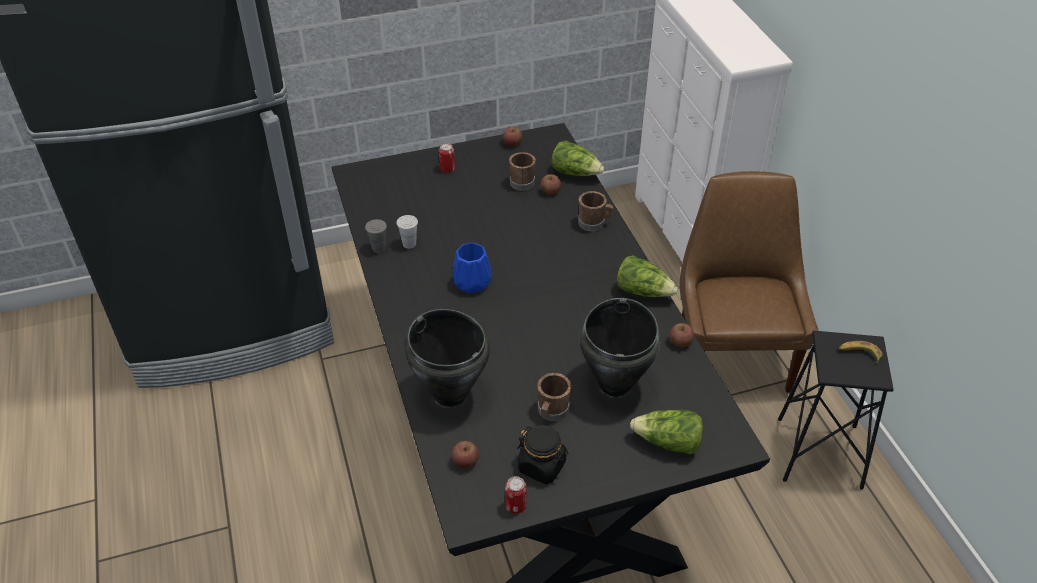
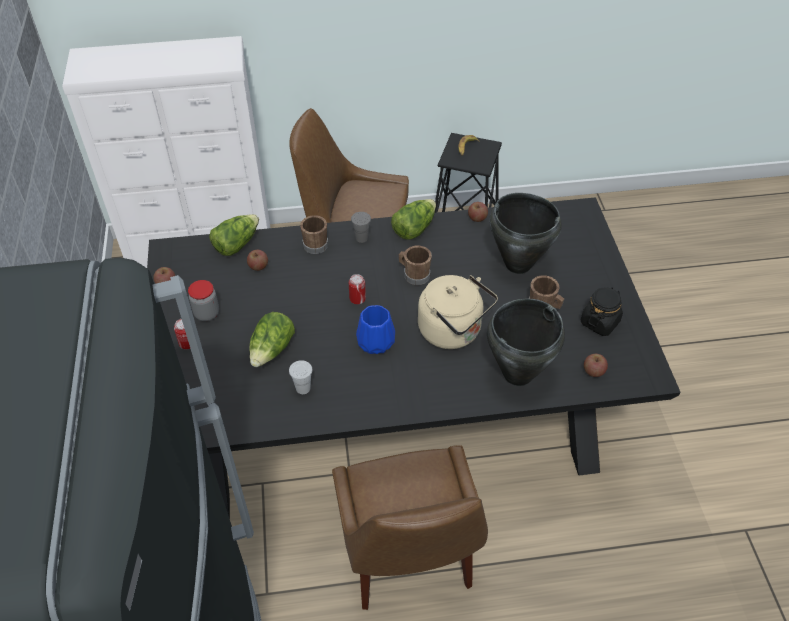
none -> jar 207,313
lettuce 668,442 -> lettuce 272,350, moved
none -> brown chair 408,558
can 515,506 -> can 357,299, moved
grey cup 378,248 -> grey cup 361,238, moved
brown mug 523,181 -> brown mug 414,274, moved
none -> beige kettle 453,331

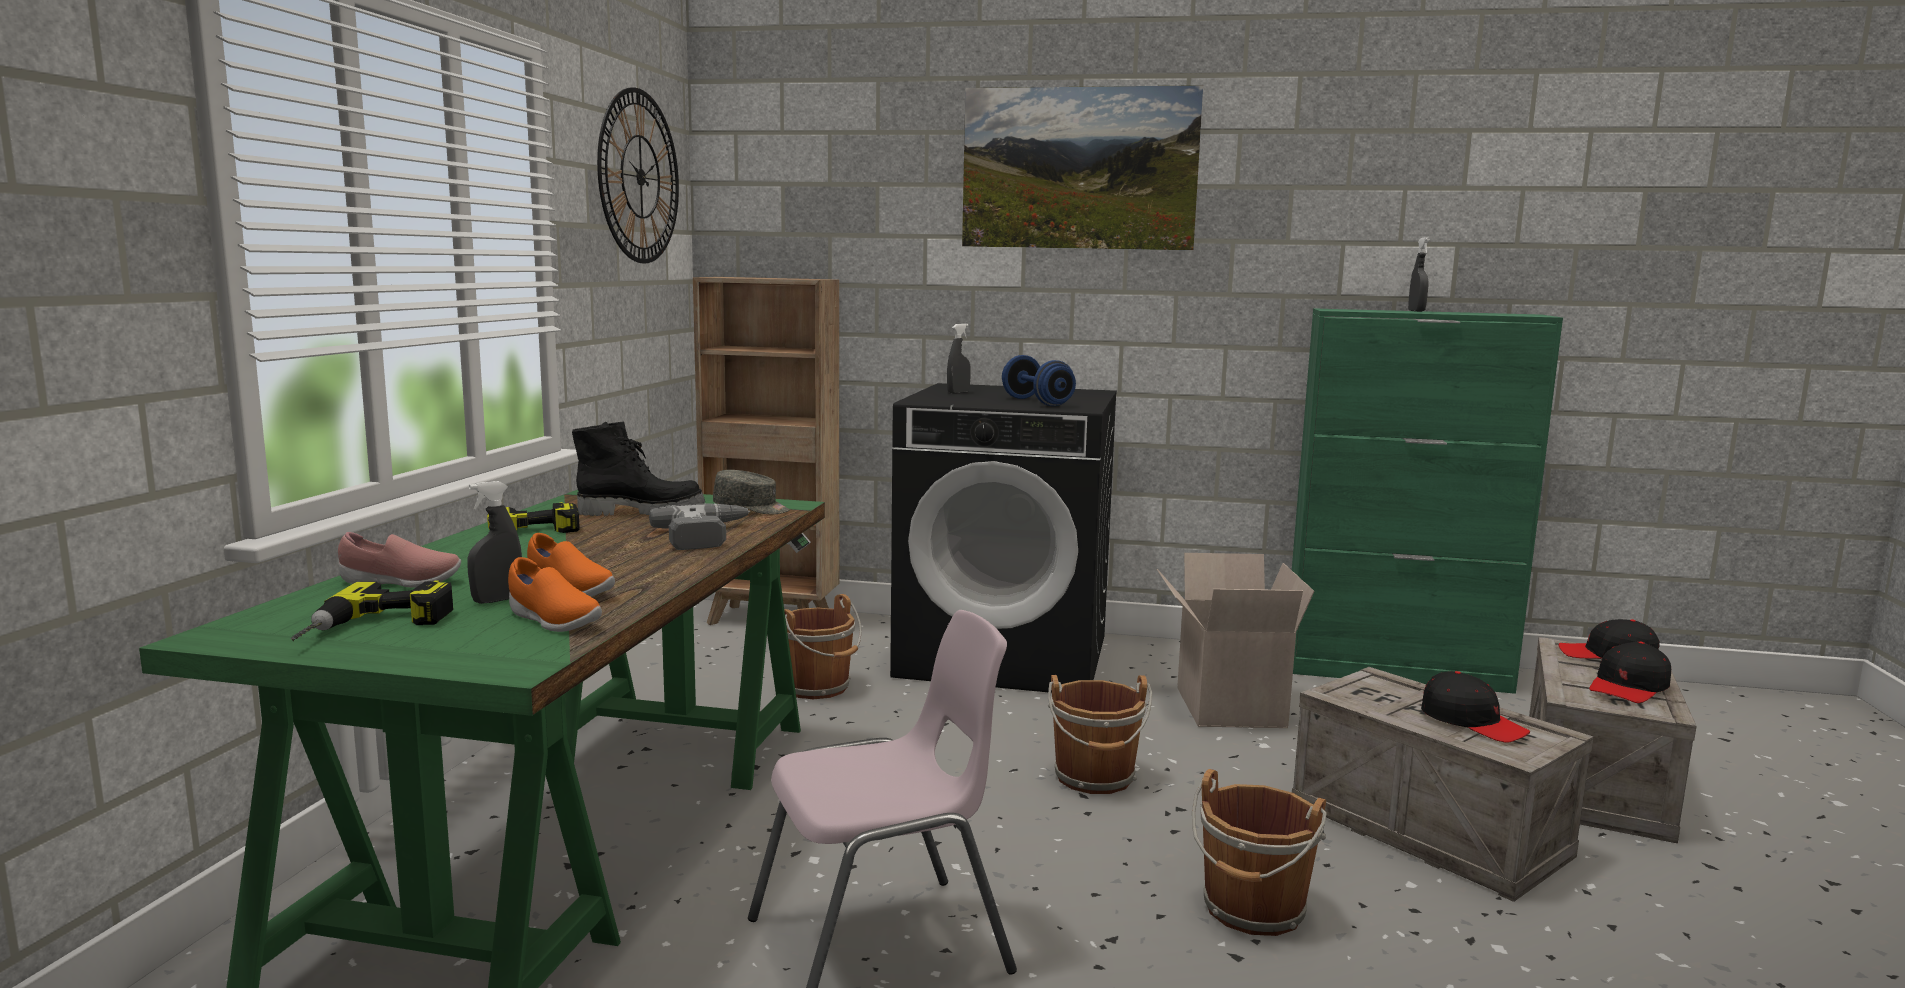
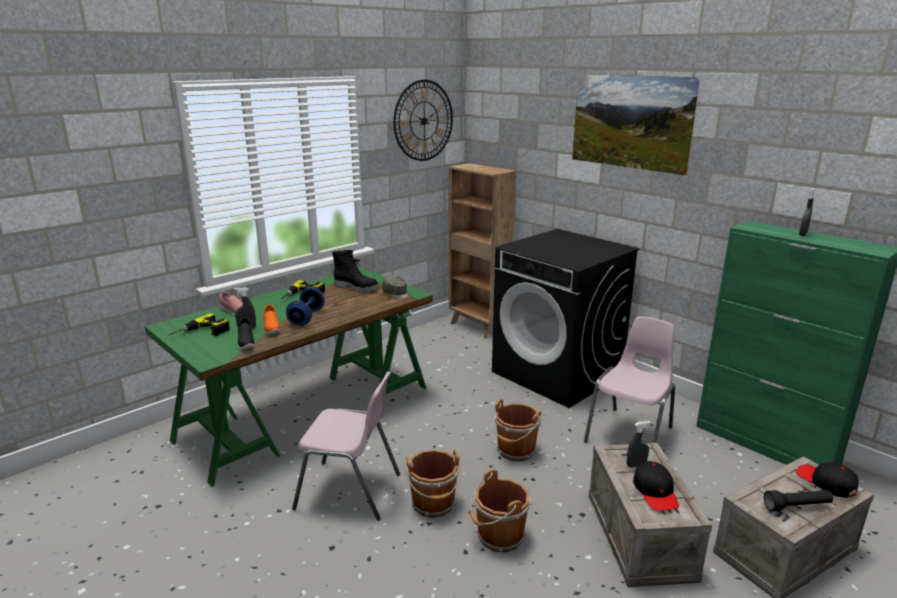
orange shoe 552,621 -> black shoe 246,343
blue dumbbell 1037,402 -> blue dumbbell 306,317, moved
brown bucket 818,688 -> brown bucket 434,505, moved
cardboard box 1225,706 -> pink chair 631,434
grey spray bottle 958,393 -> grey spray bottle 636,465, moved
black cap 1629,687 -> black flashlight 797,506
power drill 708,536 -> none

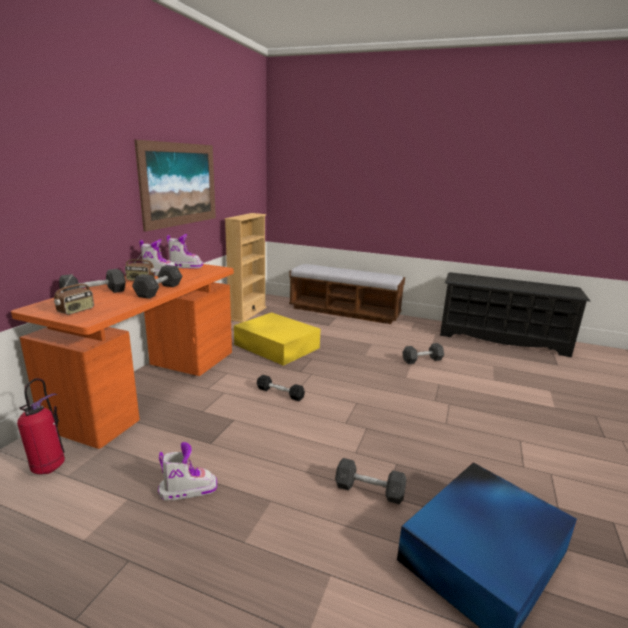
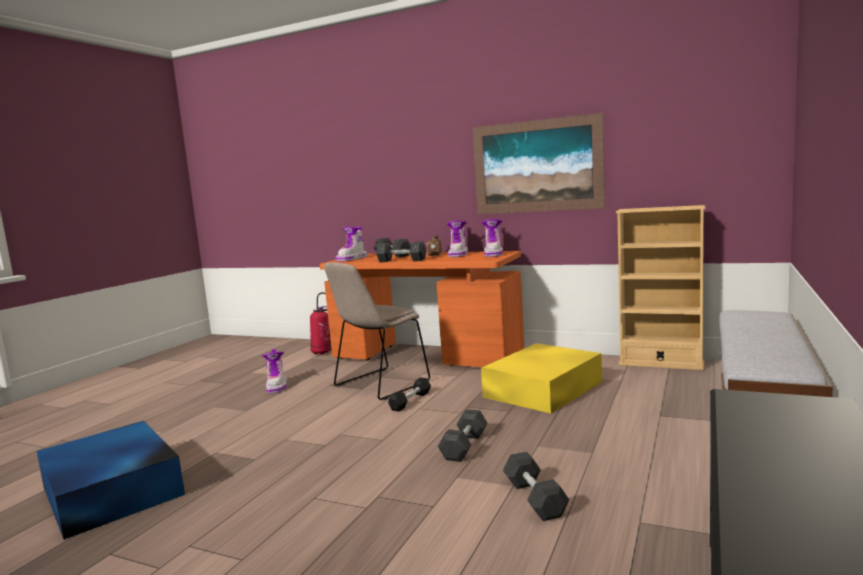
none -> beige chair 379,385
radio 76,311 -> boot 352,259
grey dumbbell 369,490 -> grey dumbbell 464,446, moved

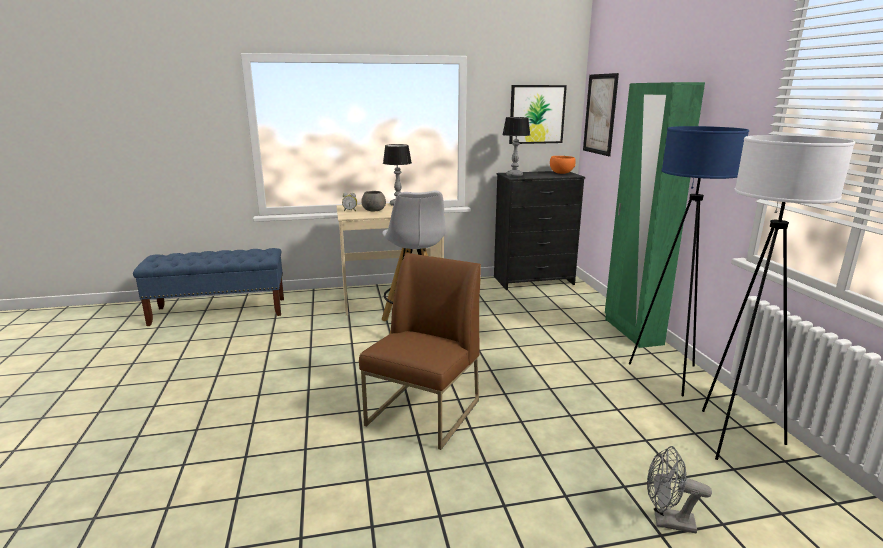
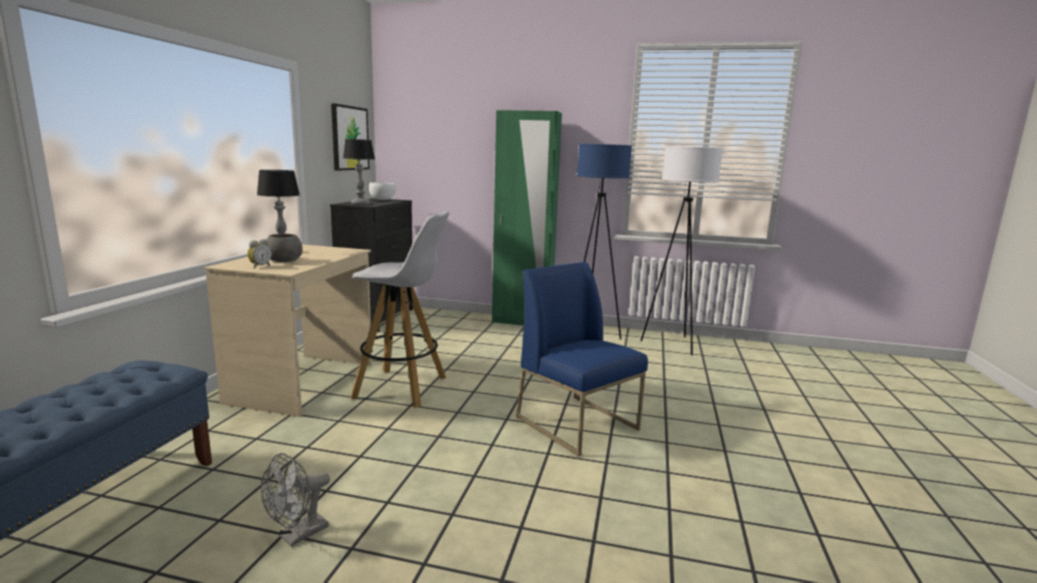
grey fan 667,521 -> grey fan 297,536, moved
orange bowl 561,173 -> white bowl 382,199
brown chair 424,413 -> blue chair 578,423
picture 600,114 -> none

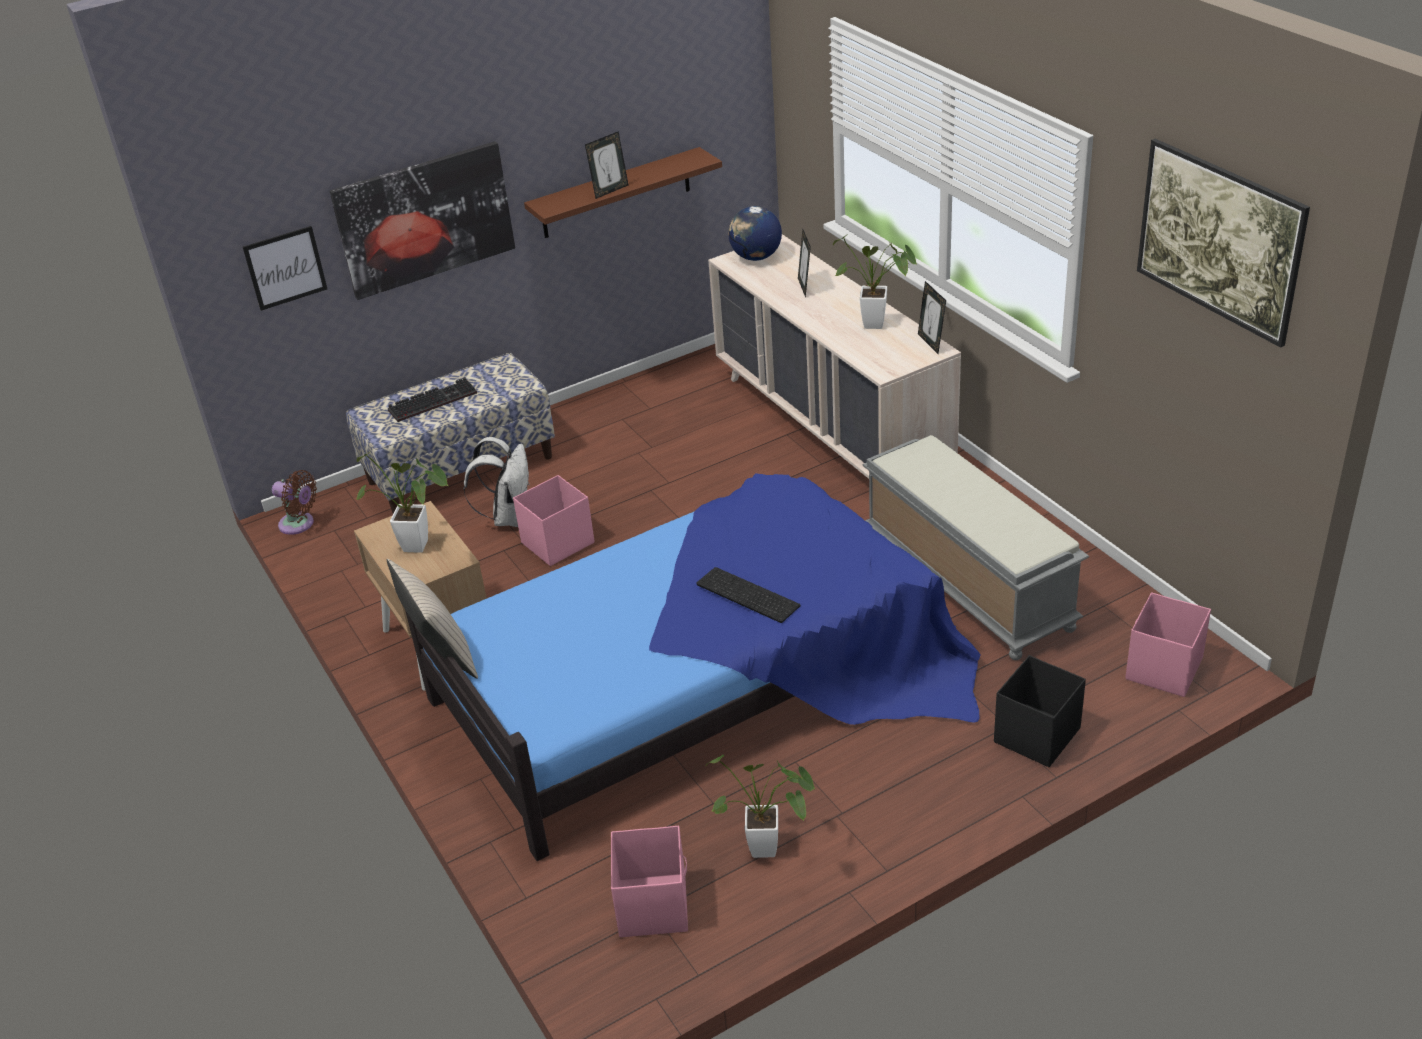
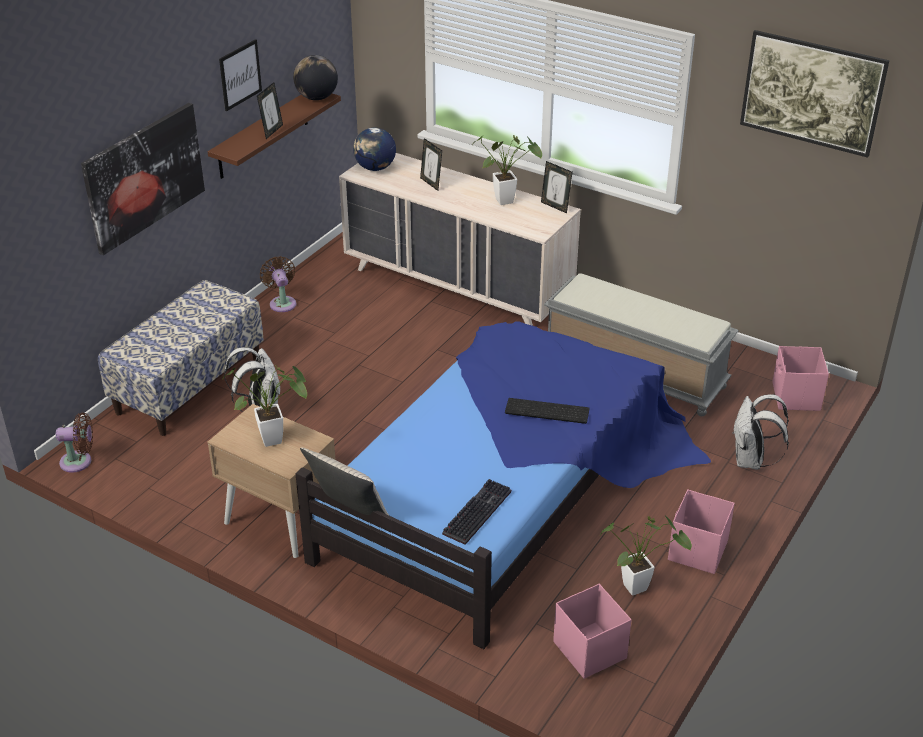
picture 285,267 -> picture 240,75, moved
none -> brown fan 282,302
none -> globe 316,98
keyboard 433,400 -> keyboard 476,511, moved
pink storage box 556,543 -> pink storage box 697,551, moved
black storage box 1035,736 -> white backpack 751,461

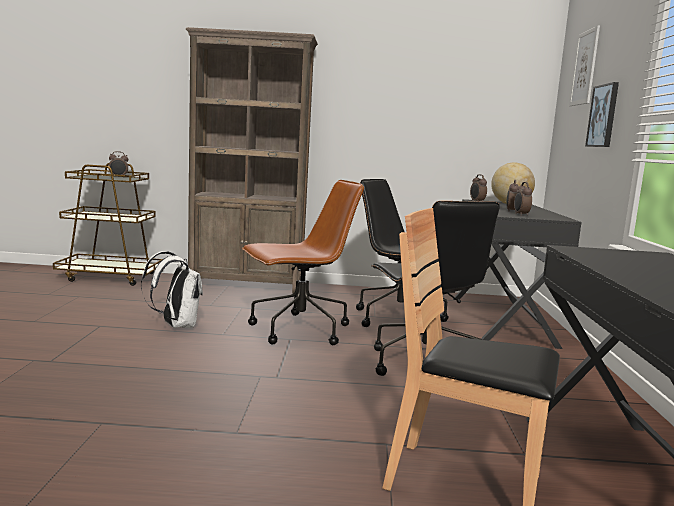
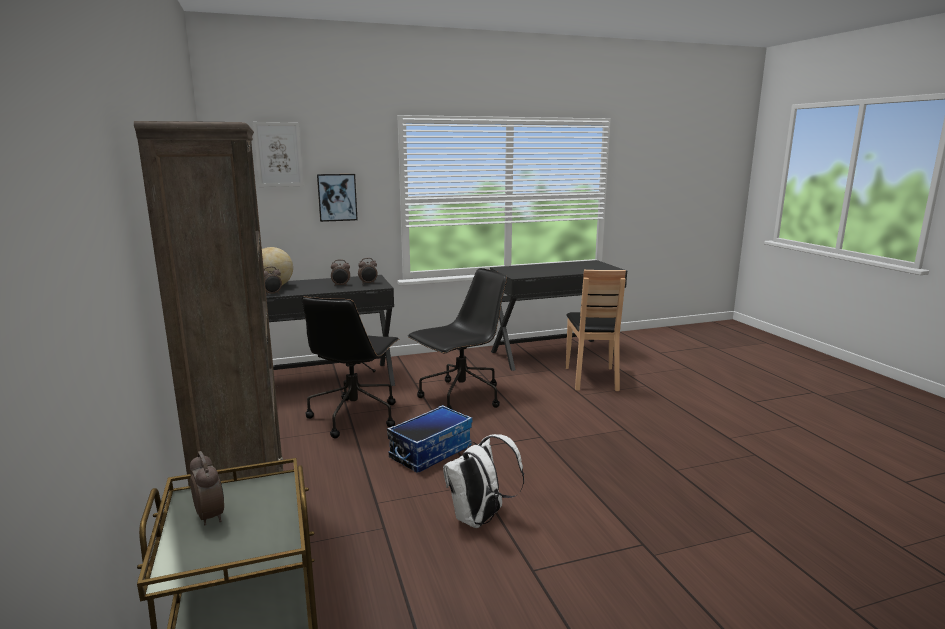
brown office chair 298,330 -> storage box 430,452

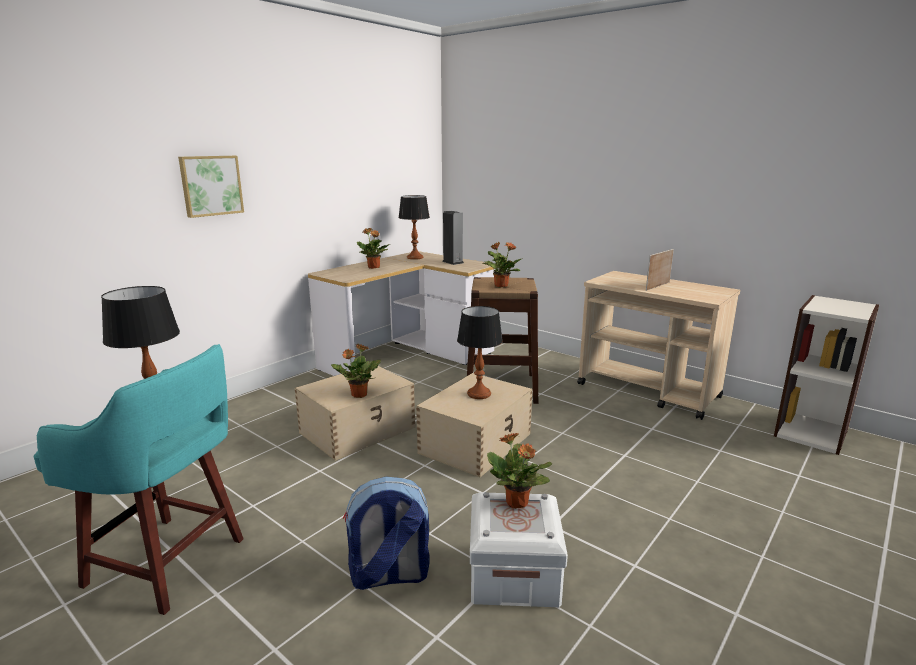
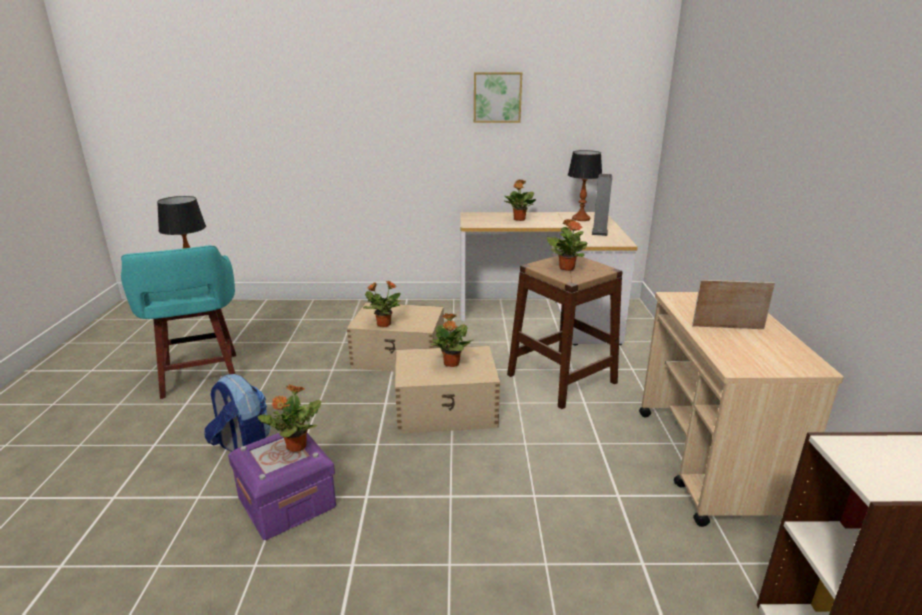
white storage box 514,574 -> purple storage box 287,502
table lamp 478,394 -> potted plant 451,364
picture 211,185 -> picture 497,97, moved

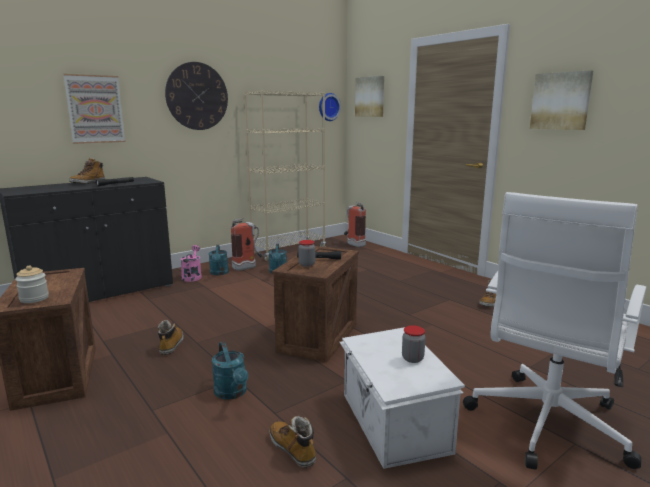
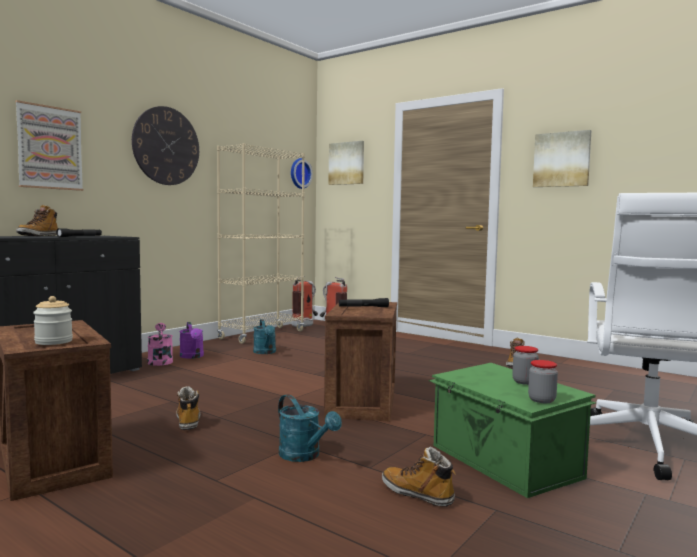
turquoise watering can 219,273 -> purple watering can 192,356
fire extinguisher 248,267 -> fire extinguisher 305,325, moved
white storage box 393,423 -> green storage box 504,462
jar 307,264 -> jar 541,400, moved

